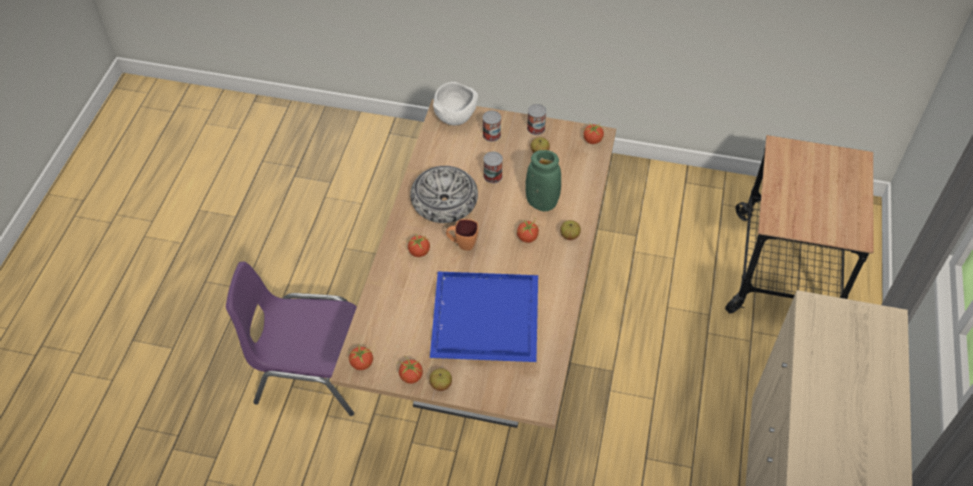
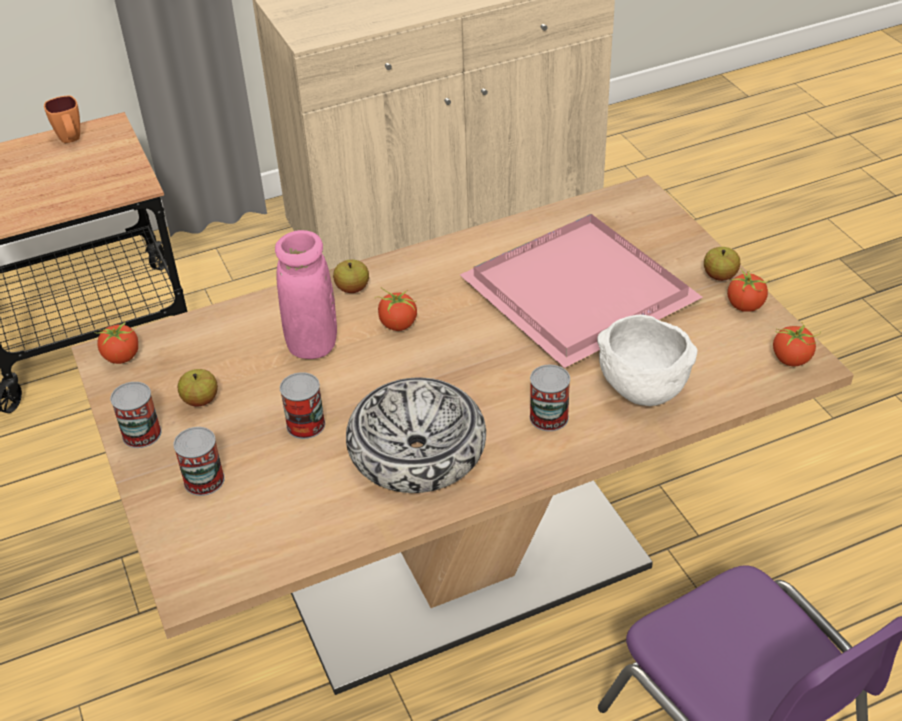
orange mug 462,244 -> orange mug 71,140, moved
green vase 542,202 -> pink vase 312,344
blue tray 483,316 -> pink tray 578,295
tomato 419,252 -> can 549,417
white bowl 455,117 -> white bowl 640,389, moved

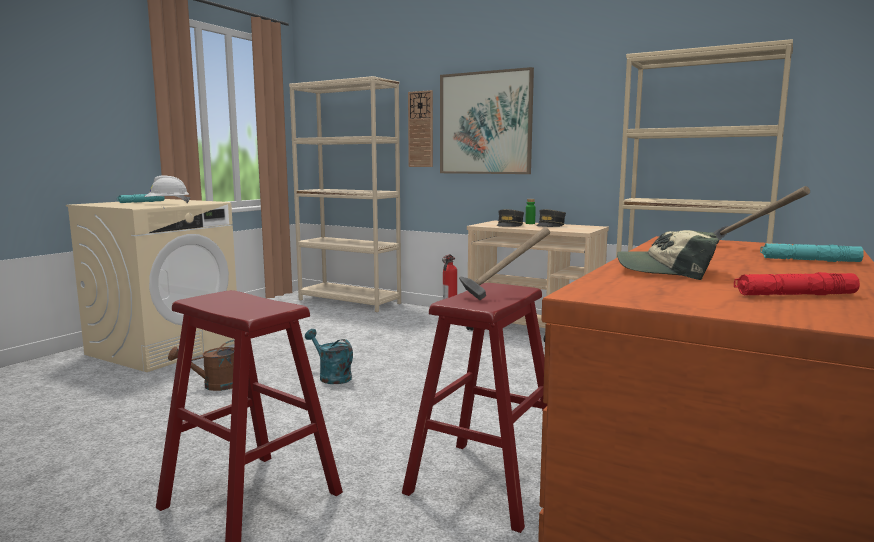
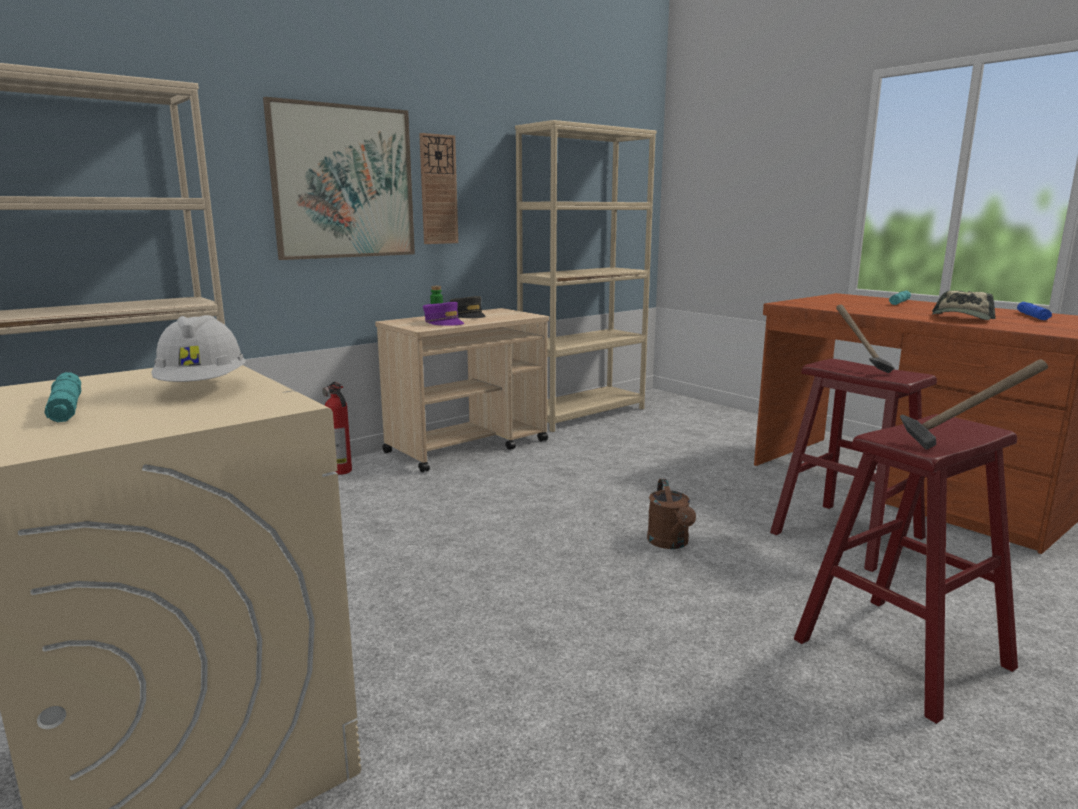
wall clock 421,129 -> wall clock 438,190, moved
grey cap 509,225 -> purple cap 444,322
brown watering can 214,386 -> brown watering can 670,543, moved
hammer 749,249 -> hammer 962,443, moved
red flashlight 794,295 -> blue flashlight 1032,316
turquoise watering can 331,377 -> none

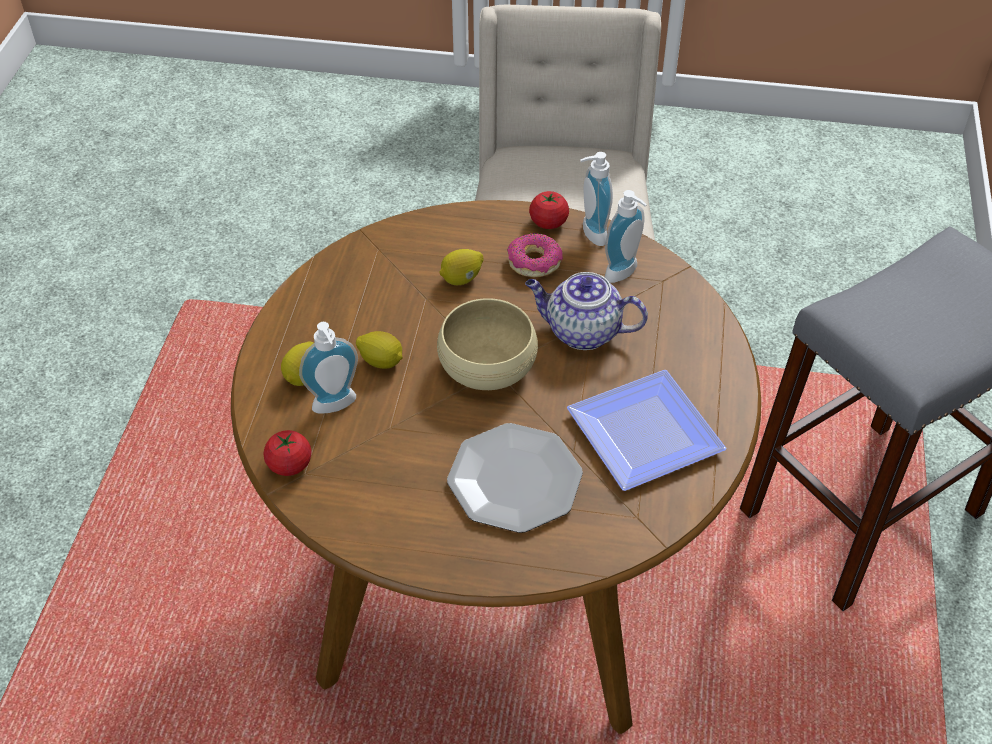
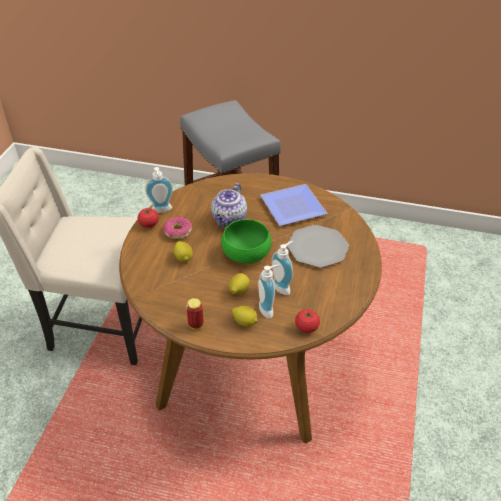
none -> can 196,325
beige bowl 487,365 -> green bowl 246,252
soap dispenser 624,274 -> soap dispenser 283,287, moved

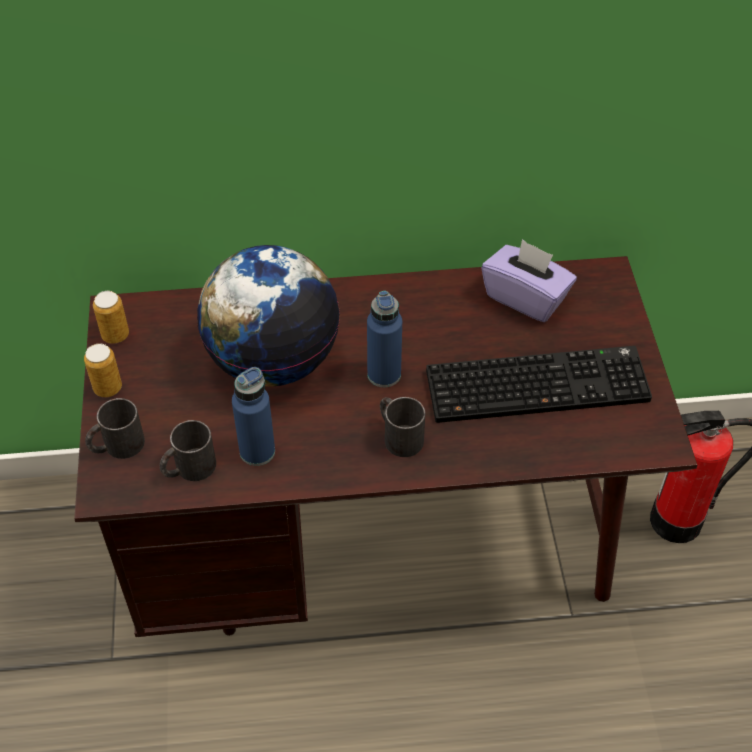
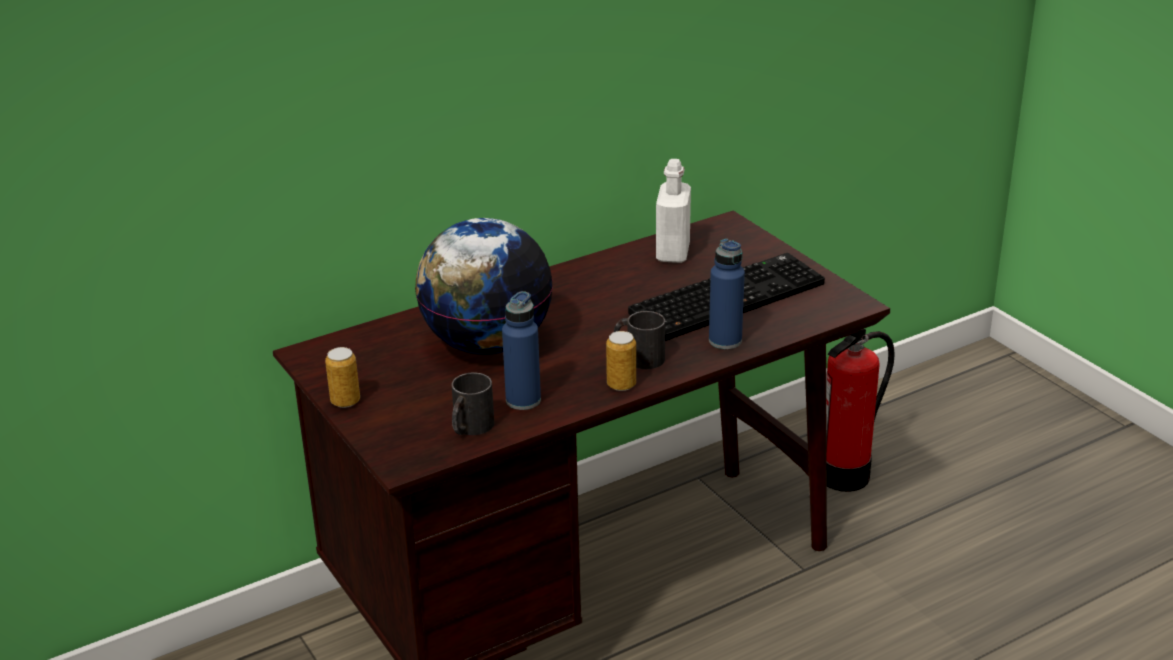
can 115,335 -> can 621,385, moved
purple tissue box 526,297 -> white bottle 673,253
blue bottle 384,374 -> blue bottle 725,341, moved
black mug 117,446 -> none

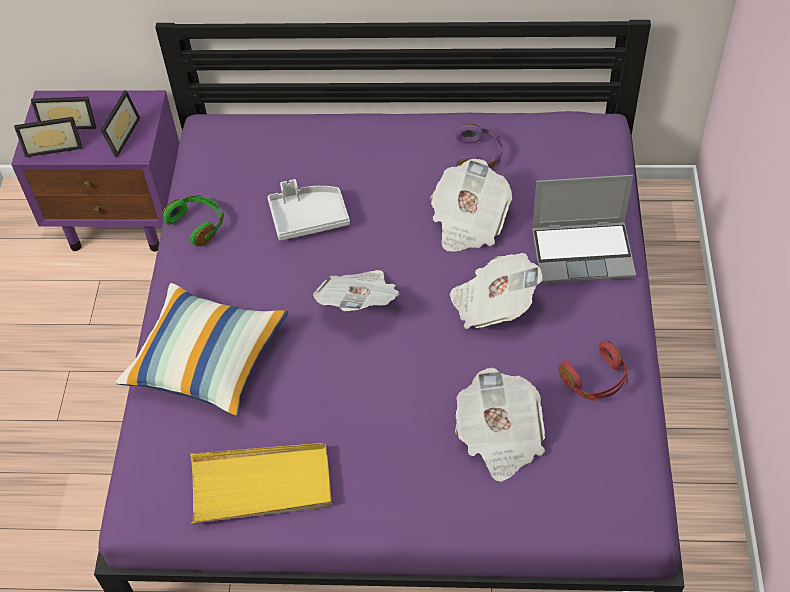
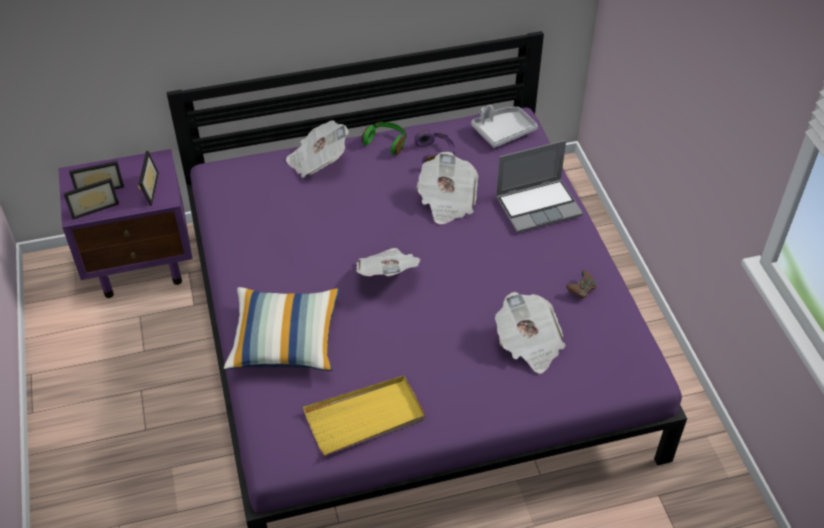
newspaper 493,304 -> newspaper 317,161, moved
green headphones 198,224 -> green headphones 386,142, moved
grey tray 308,218 -> grey tray 503,131, moved
red headphones 595,380 -> brown game controller 581,290

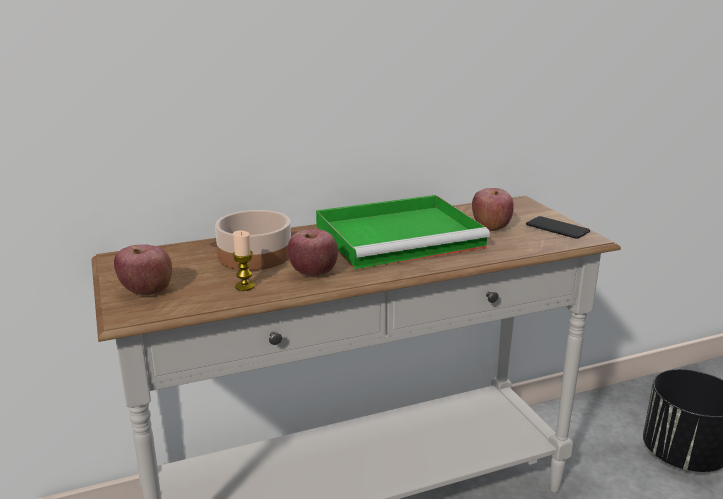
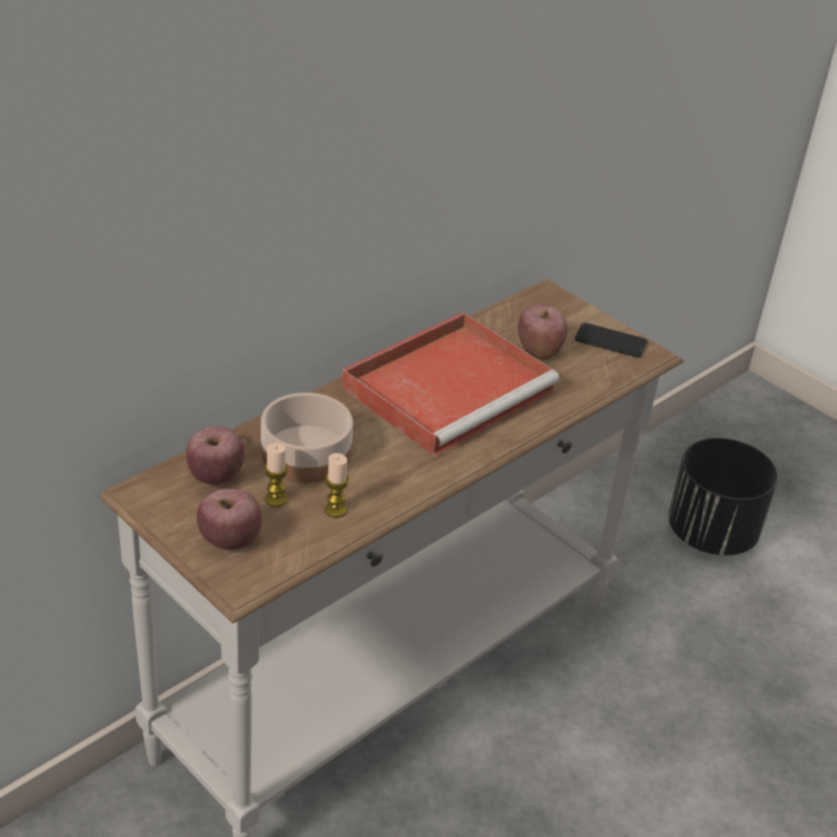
apple 313,273 -> apple 216,477, moved
none -> candle 275,499
green tray 401,236 -> red tray 450,387

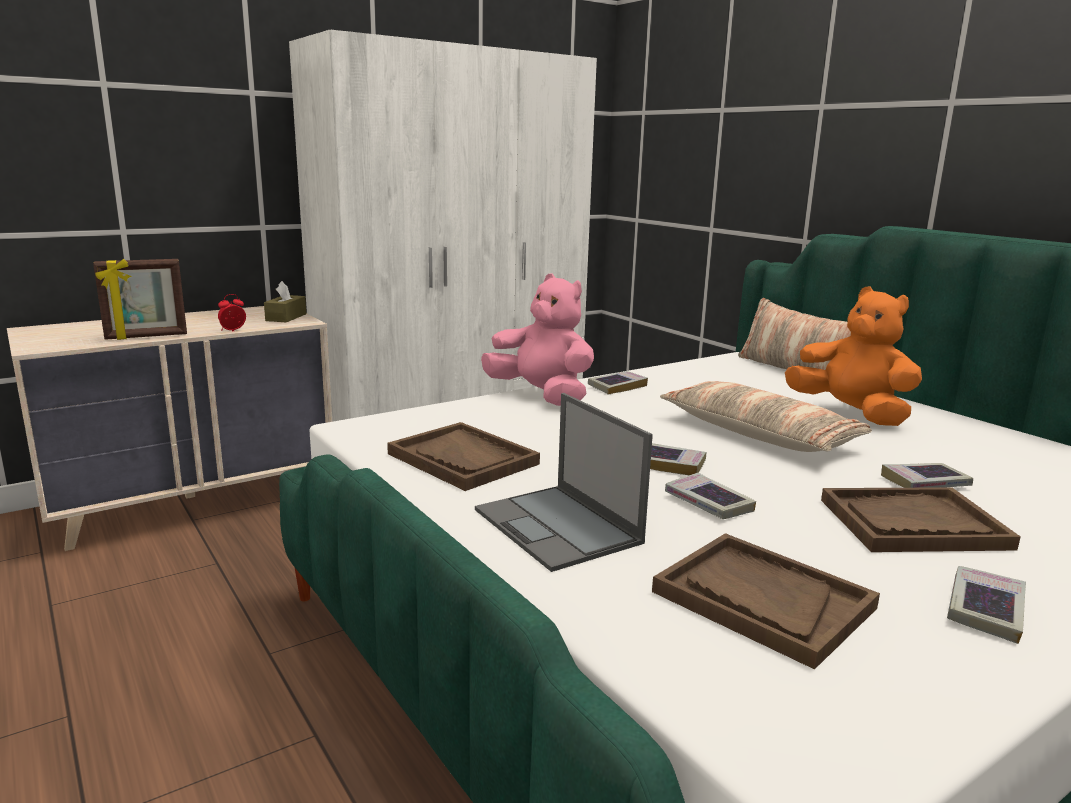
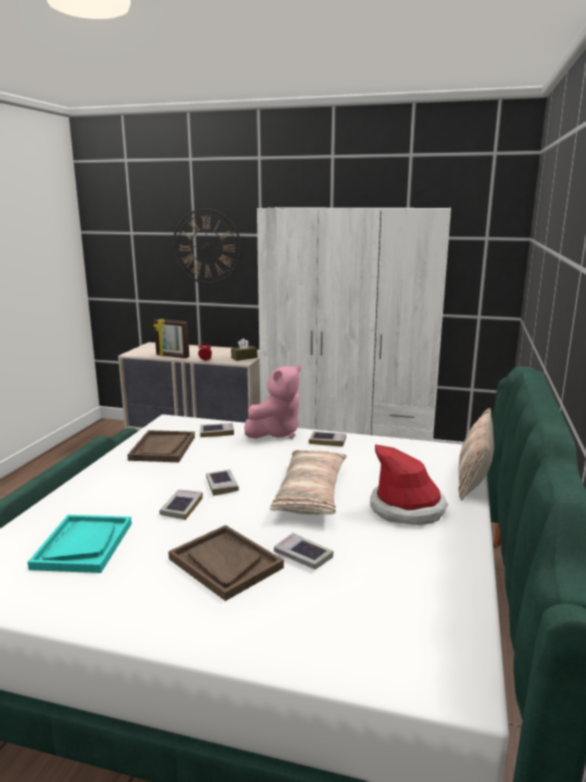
brown tray 762,600 -> turquoise tray 83,545
none -> wall clock 206,246
book 984,609 -> book 217,432, moved
pink plush toy 541,396 -> pink plush toy 276,433, 45 degrees clockwise
orange plush toy 851,413 -> hat 407,508
laptop 558,527 -> none

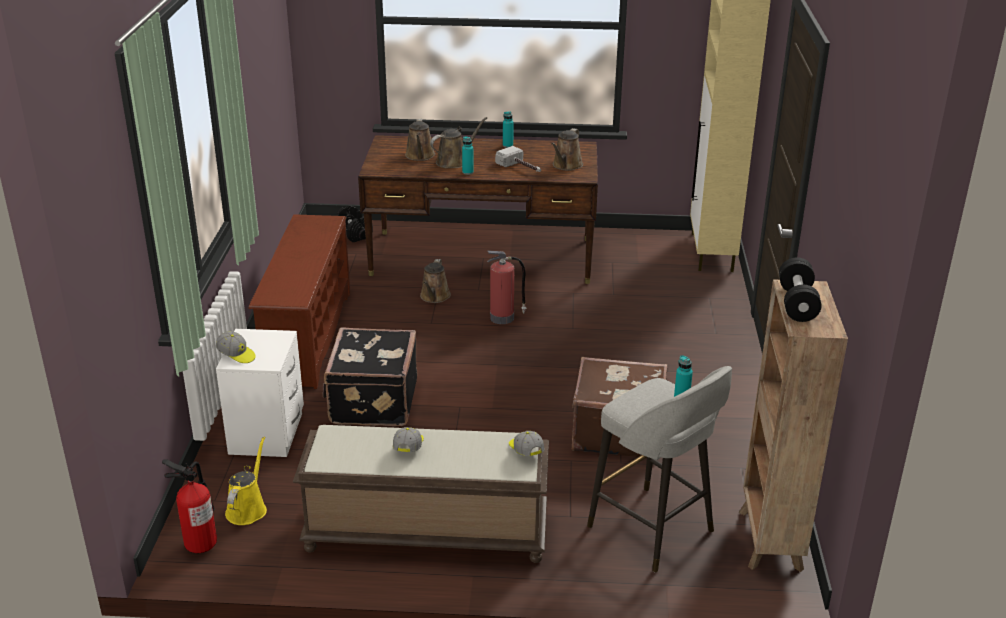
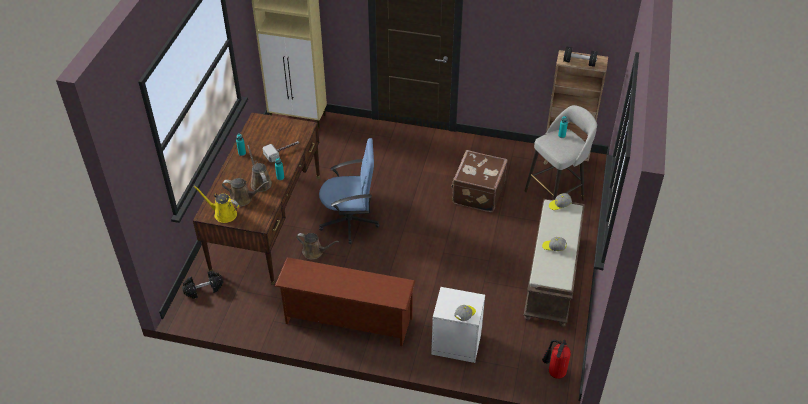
yellow watering can 248,508 -> yellow watering can 223,214, moved
fire extinguisher 503,317 -> blue office chair 350,222
black suitcase 372,402 -> none
brown watering can 566,166 -> none

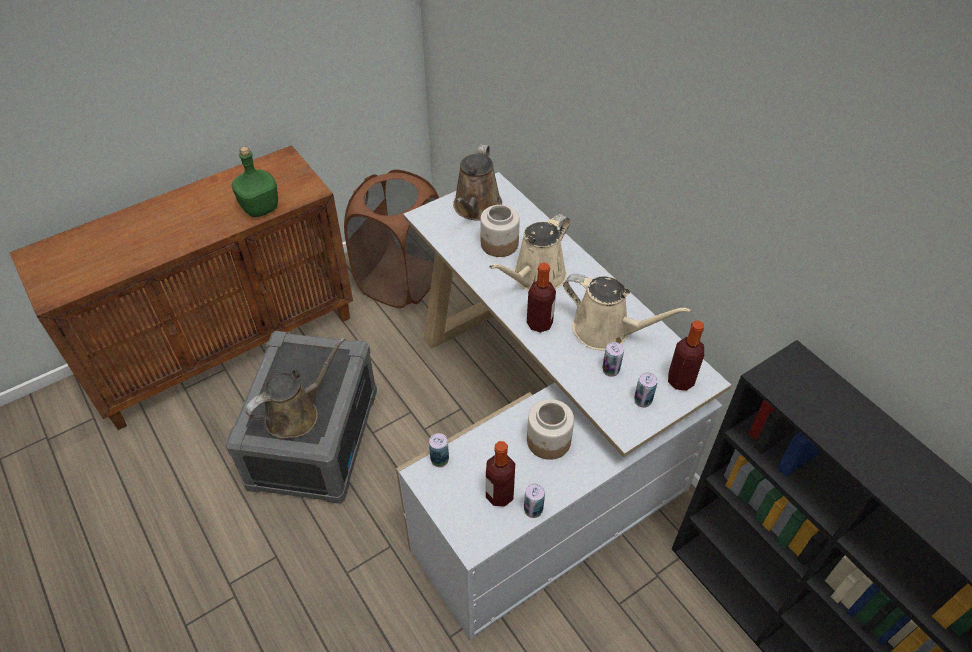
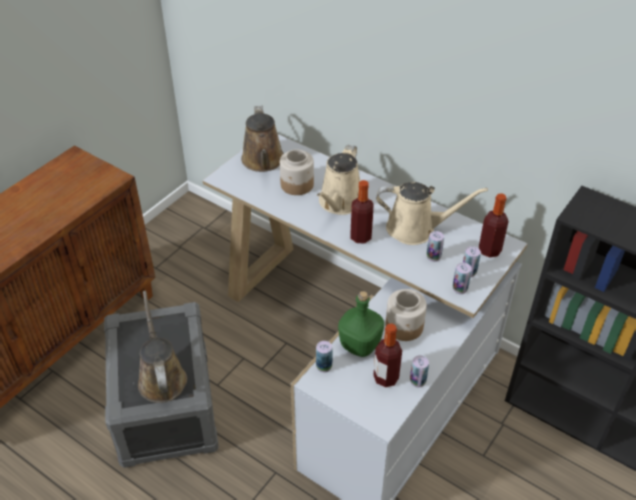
brown watering can 297,414 -> brown watering can 161,377, 45 degrees counterclockwise
green bottle 259,208 -> green bottle 359,345, moved
none -> can 460,288
brown laundry basket 401,281 -> none

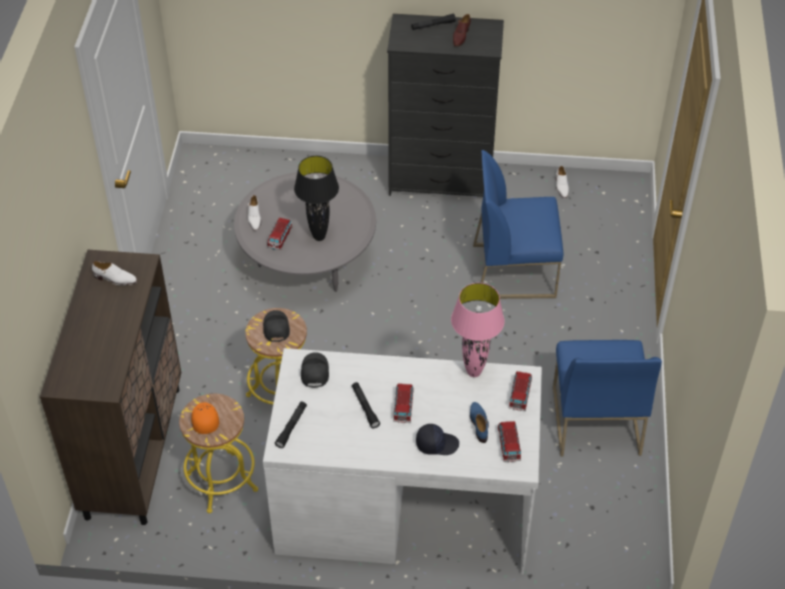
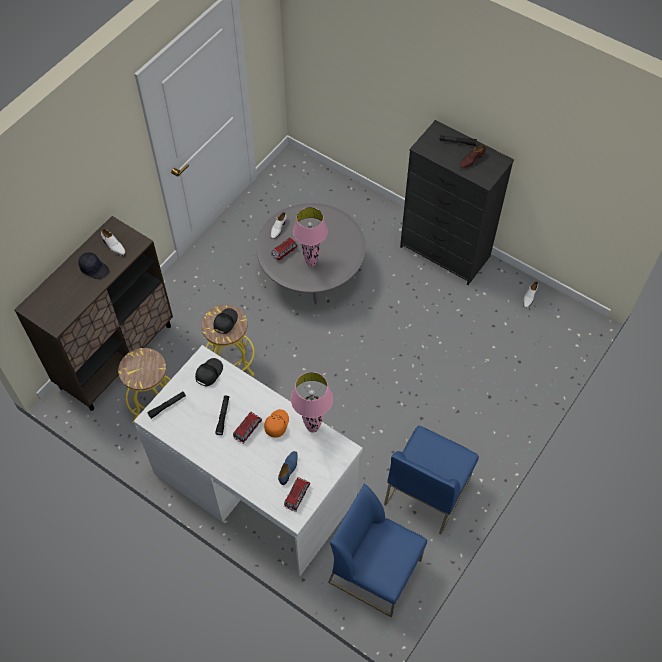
black cap 436,443 -> black cap 94,268, moved
orange cap 204,420 -> orange cap 276,424, moved
black table lamp 319,236 -> pink table lamp 311,263
blue chair 514,270 -> blue chair 376,570, moved
toy car 520,395 -> none

